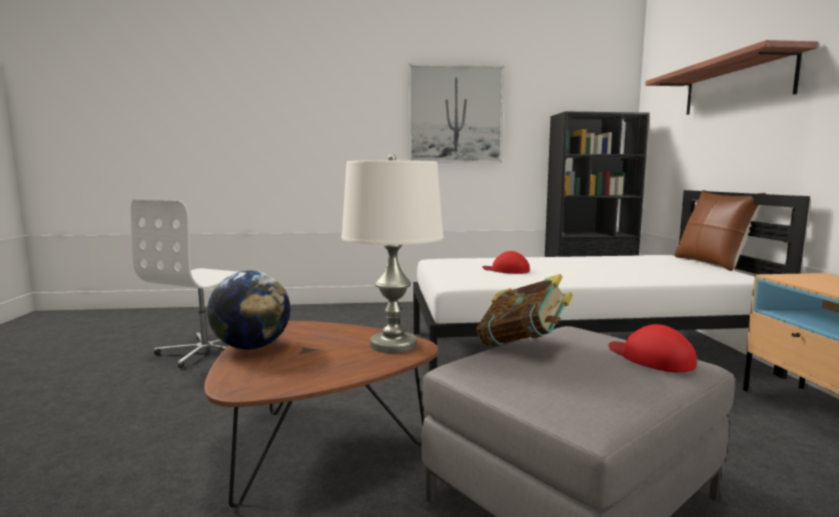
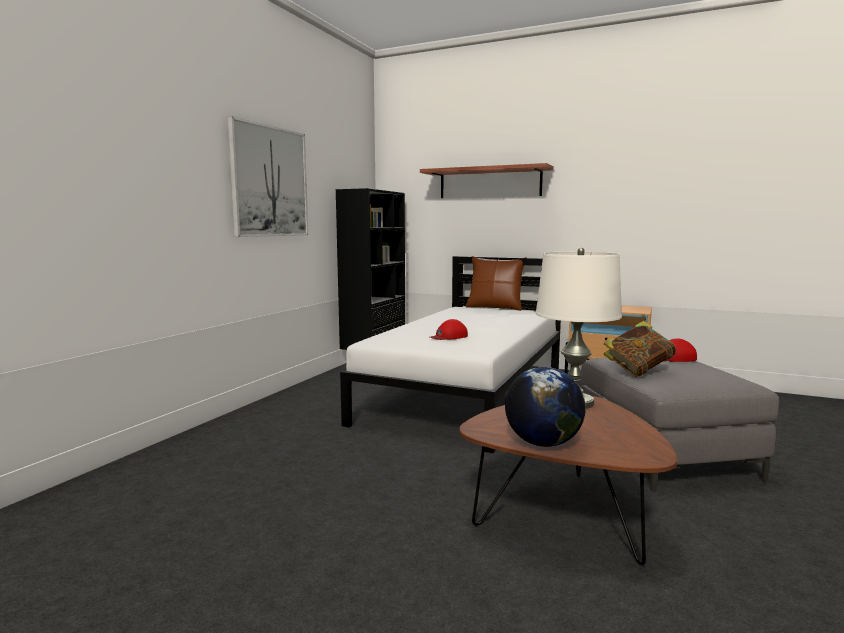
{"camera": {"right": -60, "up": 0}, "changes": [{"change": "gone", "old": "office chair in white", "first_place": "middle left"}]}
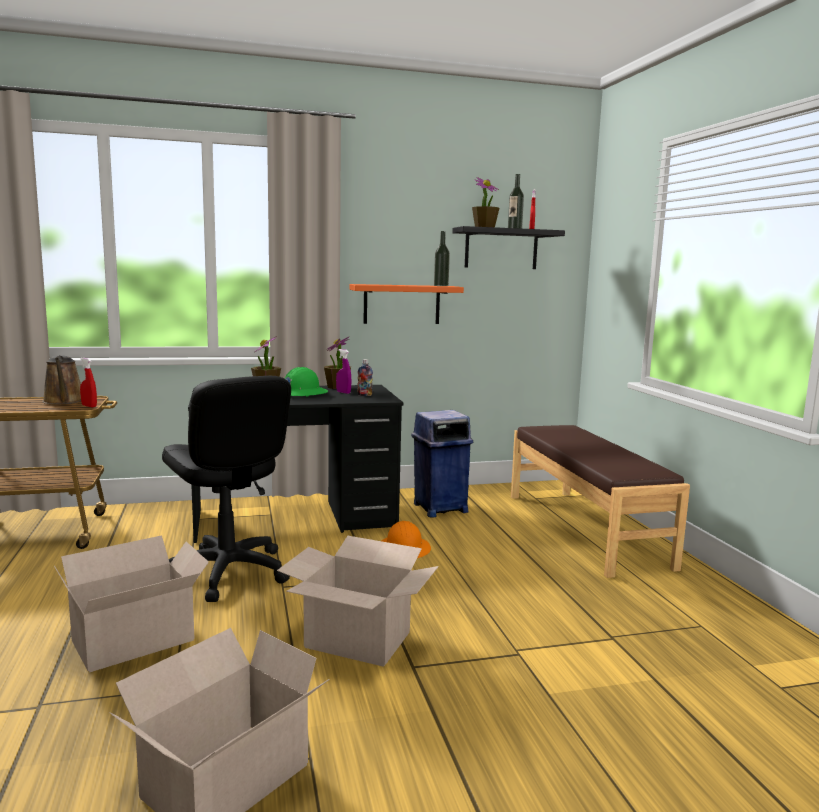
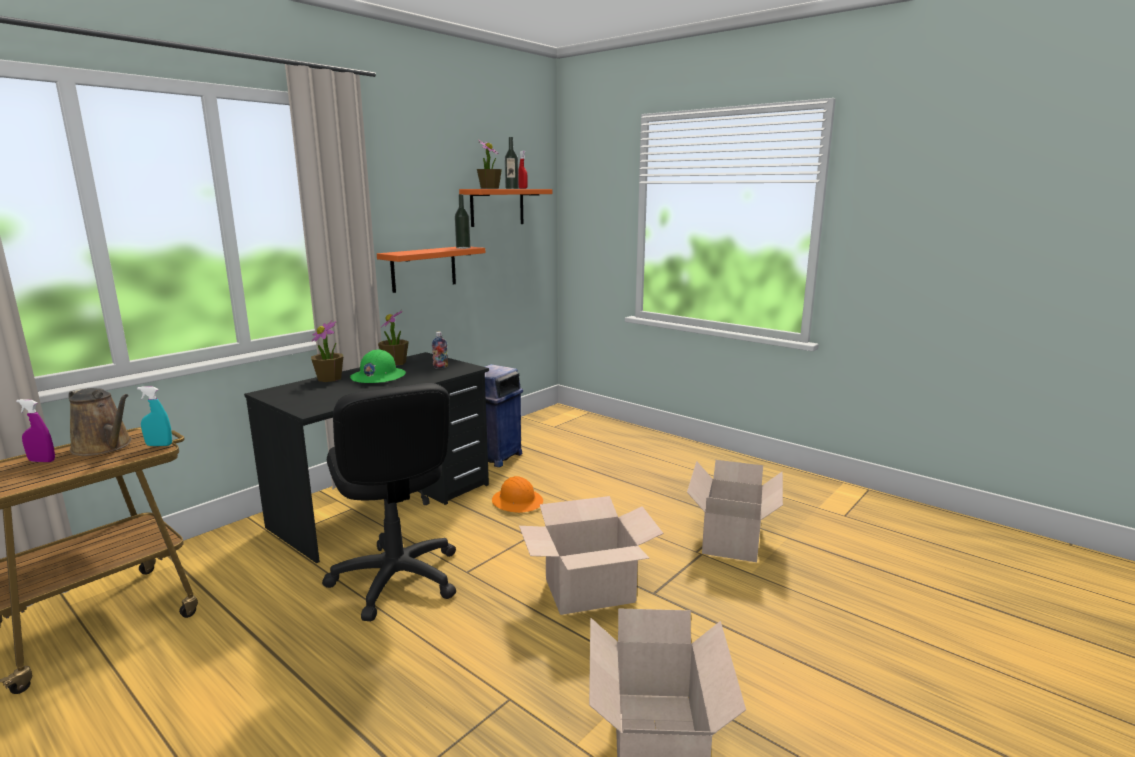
{"camera": {"right": -35, "up": 5}, "changes": [{"change": "shifted", "old": "spray bottle in purple", "first_place": "centre", "second_place": "middle left"}, {"change": "repainted", "old": "spray bottle in red (no. 1 from left)", "new": "spray bottle in turquoise", "first_place": "middle left", "second_place": "middle left"}, {"change": "rotated", "old": "office chair in black", "first_place": "middle left", "second_place": "centre", "degrees": 45}, {"change": "repainted", "old": "shelf in black", "new": "shelf in orange (no. 2 from left)", "first_place": "top centre", "second_place": "top centre"}, {"change": "shifted", "old": "cardboard box (no. 1 from left in the first image)", "new": "cardboard box (no. 3 from left)", "first_place": "bottom left", "second_place": "bottom centre"}, {"change": "gone", "old": "bench in brown", "first_place": "middle right"}]}
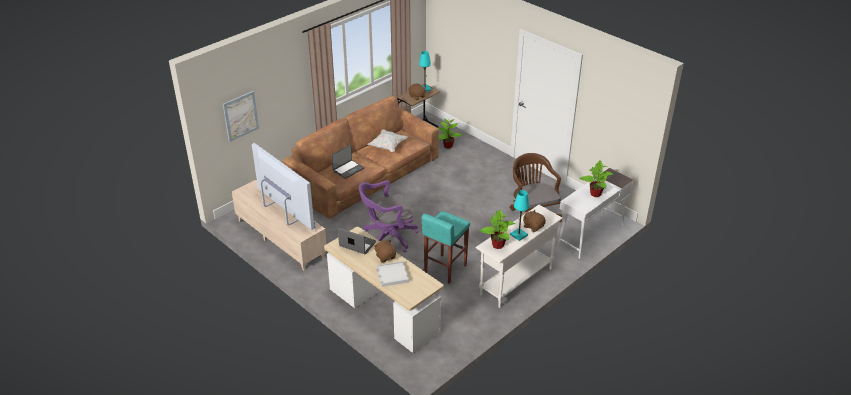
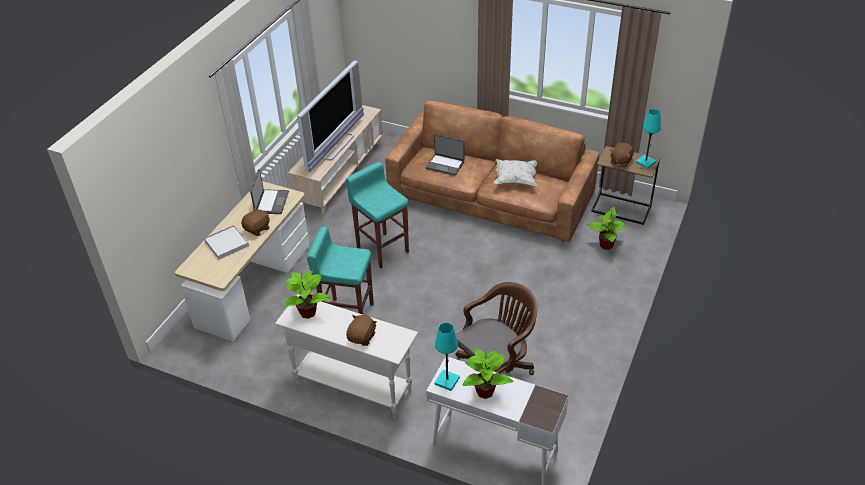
{"camera": {"right": 70, "up": 5}, "changes": [{"change": "swapped", "old": "office chair in purple", "new": "stool in turquoise (no. 2 from left)", "first_place": "centre", "second_place": "centre"}, {"change": "shifted", "old": "table lamp in turquoise (no. 2 from left in the first image)", "new": "table lamp in turquoise (no. 1 from left)", "first_place": "centre", "second_place": "bottom centre"}, {"change": "gone", "old": "picture", "first_place": "top left"}]}
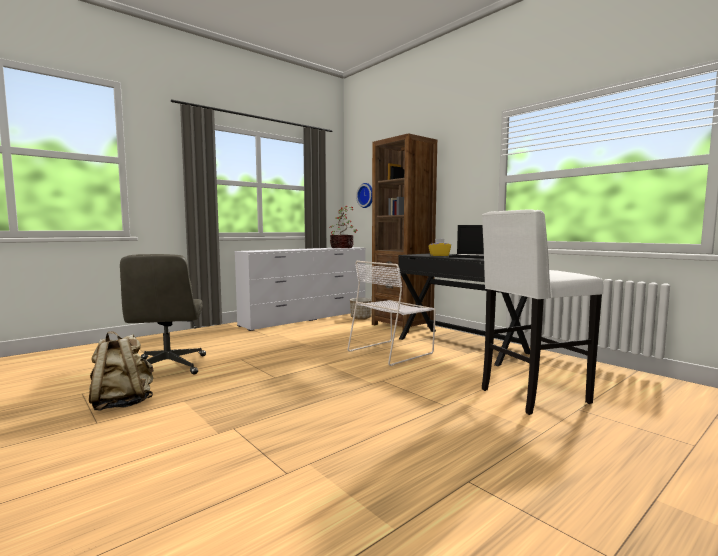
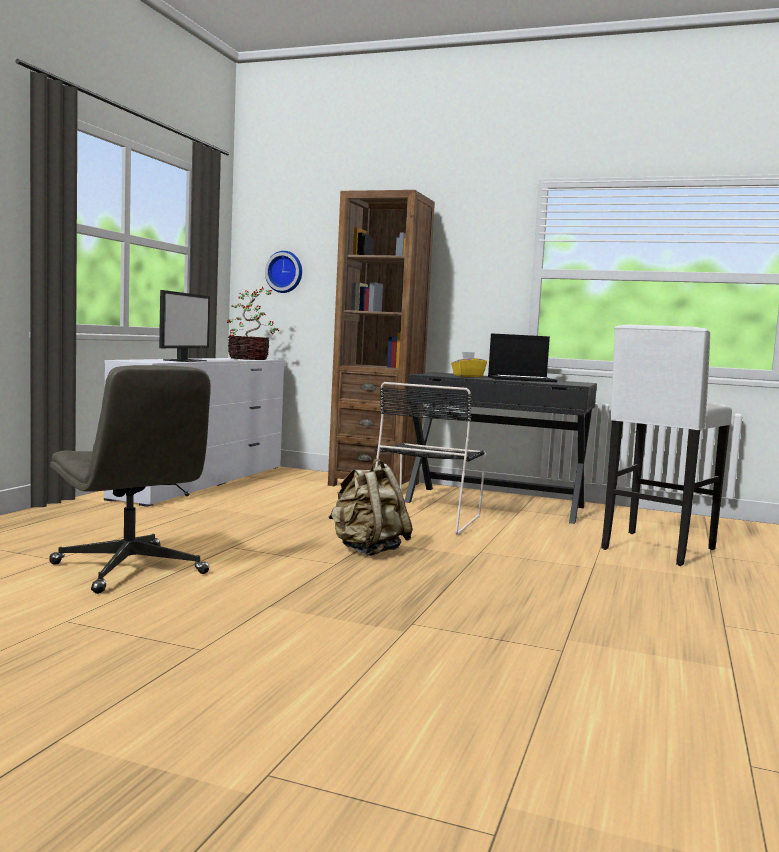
{"camera": {"right": -30, "up": 0}, "changes": [{"change": "new", "new": "monitor", "second_place": "middle left"}, {"change": "shifted", "old": "backpack in beige", "first_place": "bottom left", "second_place": "centre"}, {"change": "repainted", "old": "chair in white", "new": "chair in black", "first_place": "centre", "second_place": "centre"}, {"change": "gone", "old": "planter", "first_place": "centre"}]}
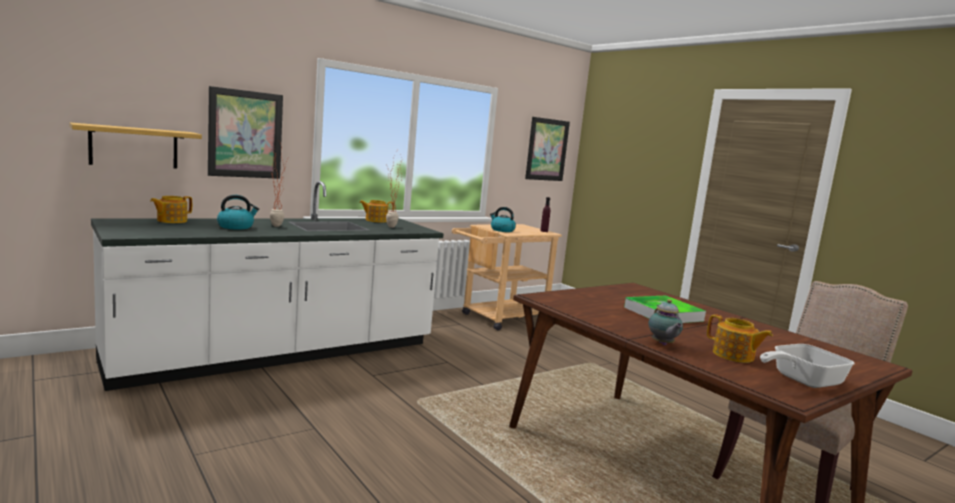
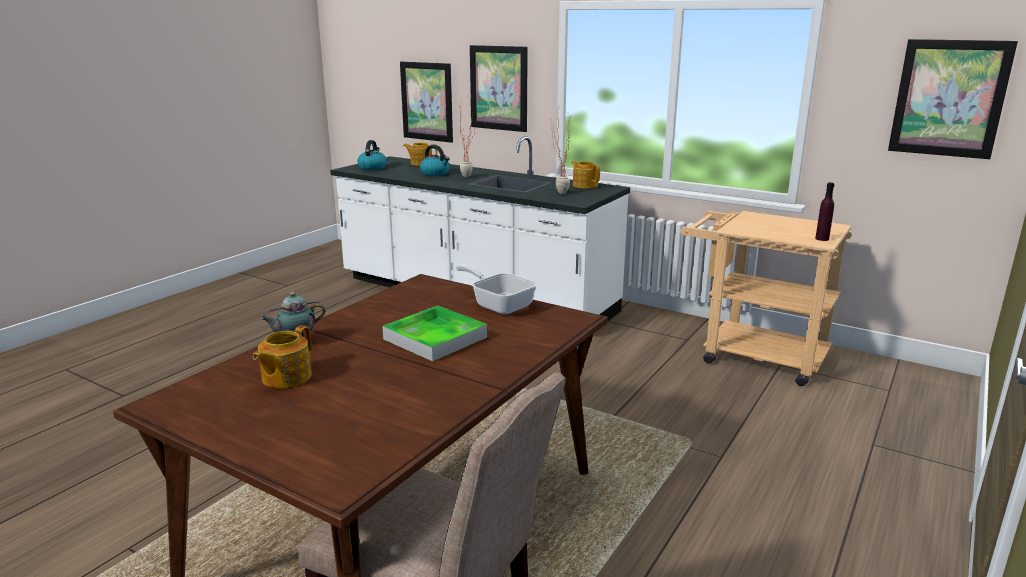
{"camera": {"right": 70, "up": 10}, "changes": [{"change": "shifted", "old": "kettle (no. 2 from left in the first image)", "new": "kettle (no. 1 from left)", "first_place": "centre", "second_place": "top centre"}, {"change": "swapped", "old": "shelf", "new": "picture (no. 1 from left)", "first_place": "top left", "second_place": "top centre"}, {"change": "shifted", "old": "frying pan", "first_place": "bottom right", "second_place": "centre"}]}
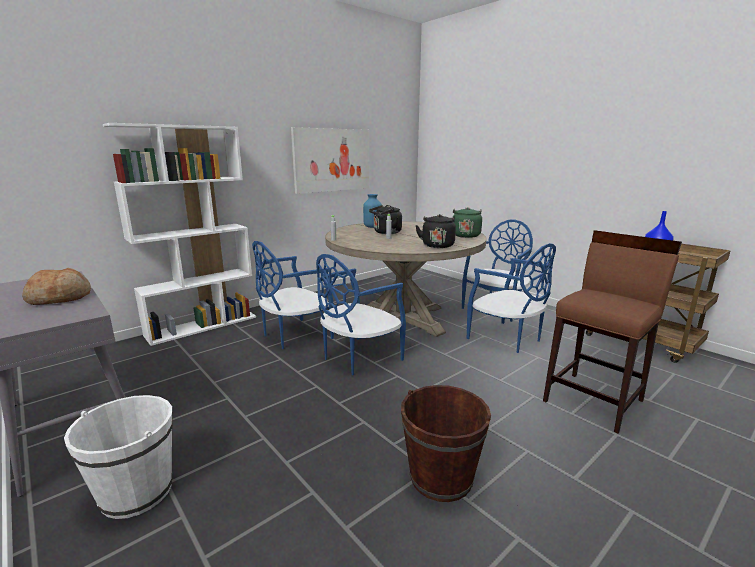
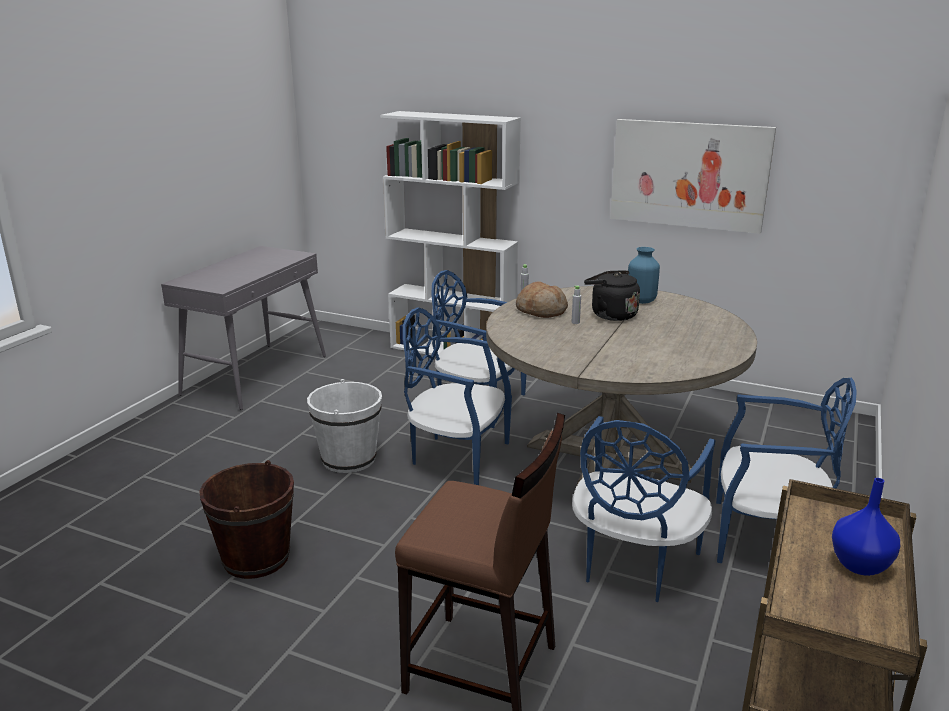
{"camera": {"right": 65, "up": 5}, "changes": [{"change": "shifted", "old": "bucket in white", "first_place": "bottom left", "second_place": "centre"}, {"change": "shifted", "old": "bread", "first_place": "middle left", "second_place": "centre"}, {"change": "gone", "old": "kettle in black (no. 2 from left)", "first_place": "centre"}, {"change": "gone", "old": "kettle in green", "first_place": "centre"}]}
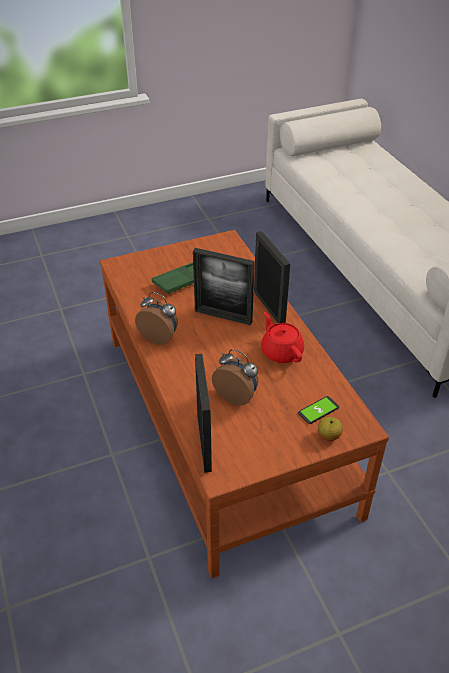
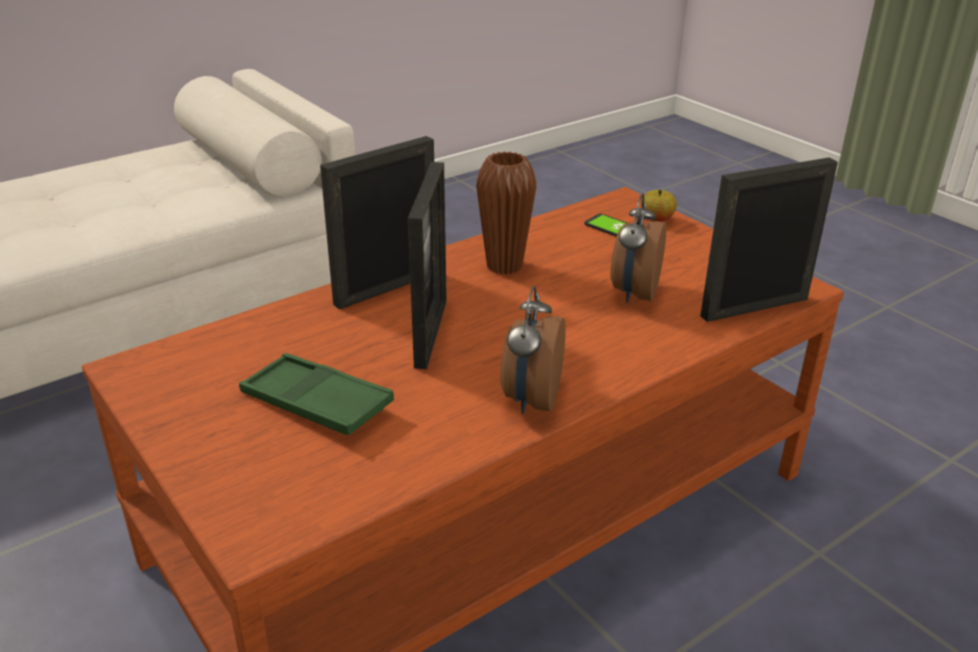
{"camera": {"right": -105, "up": -10}, "changes": [{"change": "swapped", "old": "teapot in red", "new": "vase in brown", "first_place": "centre", "second_place": "top centre"}]}
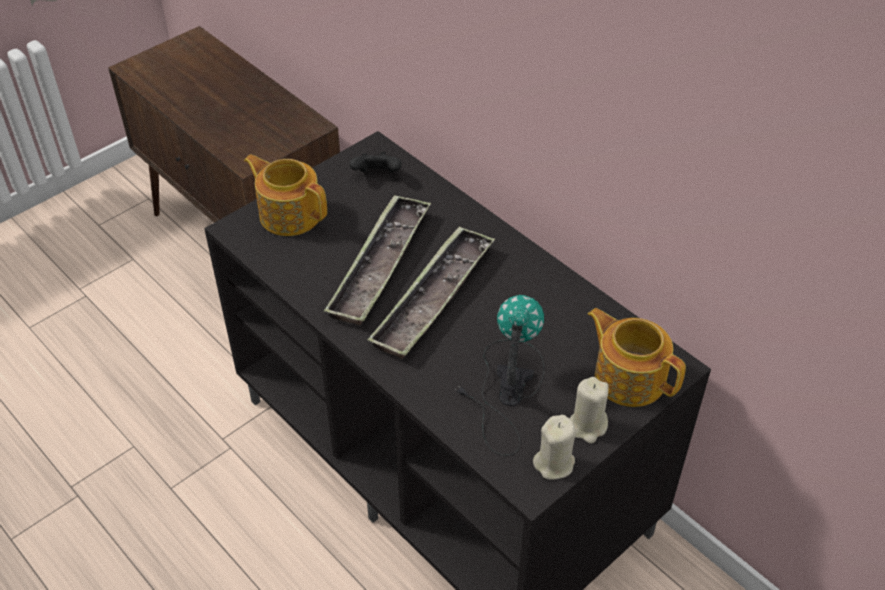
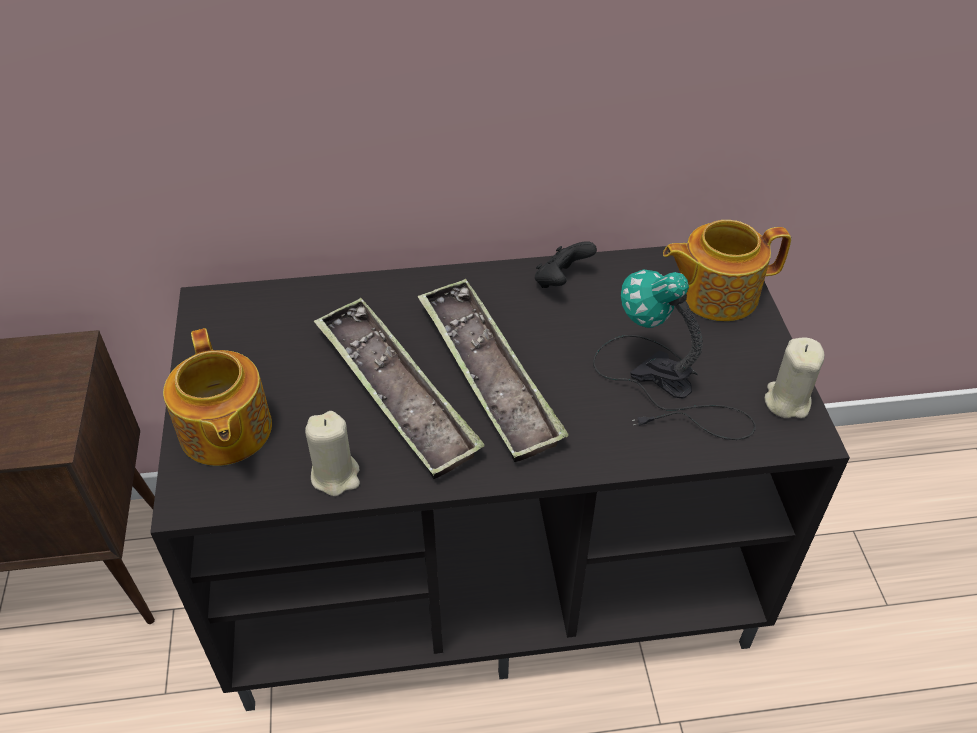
{"camera": {"right": -55, "up": 0}, "changes": [{"change": "rotated", "old": "teapot (no. 1 from left)", "first_place": "top left", "second_place": "middle left", "degrees": -90}, {"change": "shifted", "old": "candle in beige (no. 2 from left in the first image)", "new": "candle in beige (no. 1 from left)", "first_place": "bottom centre", "second_place": "centre"}, {"change": "shifted", "old": "game controller in black", "first_place": "top centre", "second_place": "centre"}]}
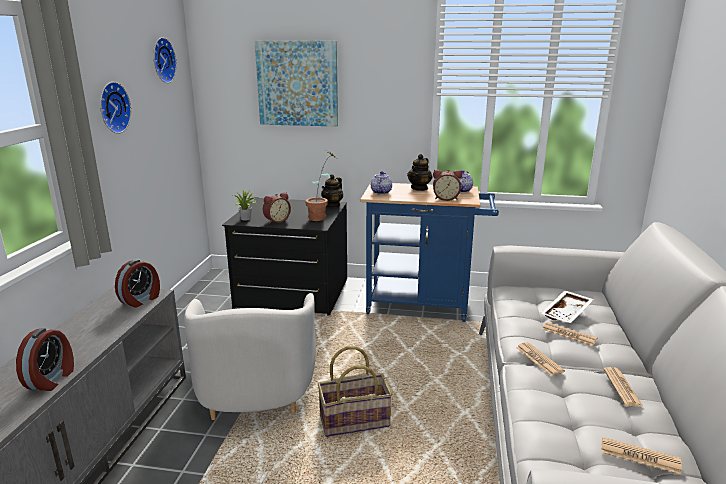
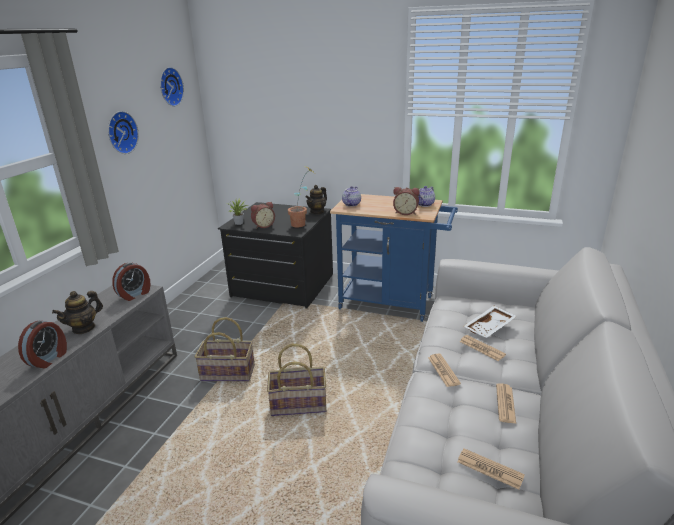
{"camera": {"right": 10, "up": 5}, "changes": [{"change": "shifted", "old": "teapot (no. 3 from left in the first image)", "new": "teapot (no. 1 from left)", "first_place": "centre", "second_place": "middle left"}, {"change": "swapped", "old": "armchair in white", "new": "basket (no. 1 from left)", "first_place": "bottom centre", "second_place": "centre"}, {"change": "gone", "old": "picture", "first_place": "top centre"}]}
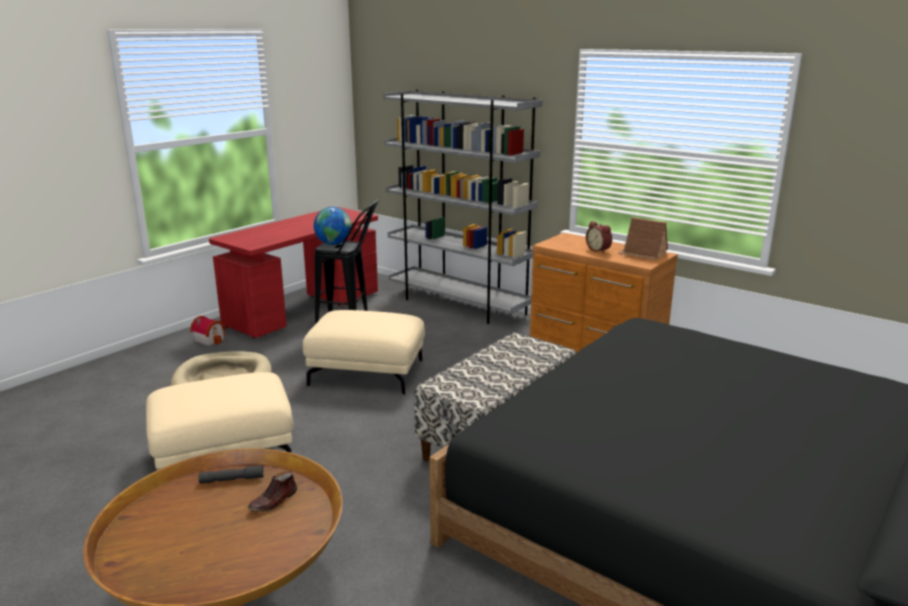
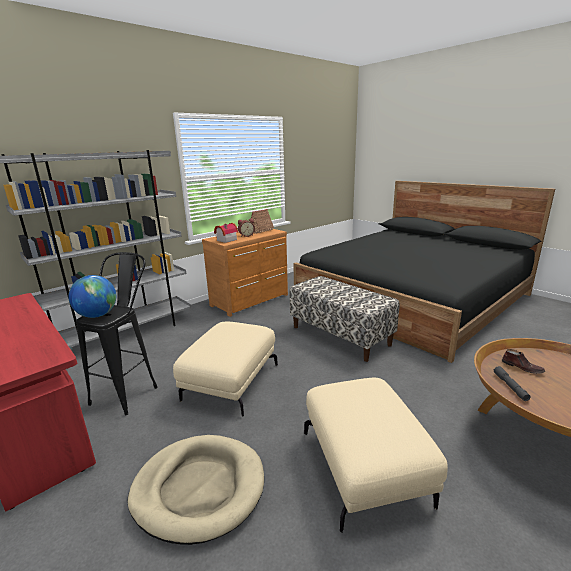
{"camera": {"right": -80, "up": 0}, "changes": [{"change": "shifted", "old": "toy house (no. 1 from left)", "first_place": "middle left", "second_place": "centre"}]}
